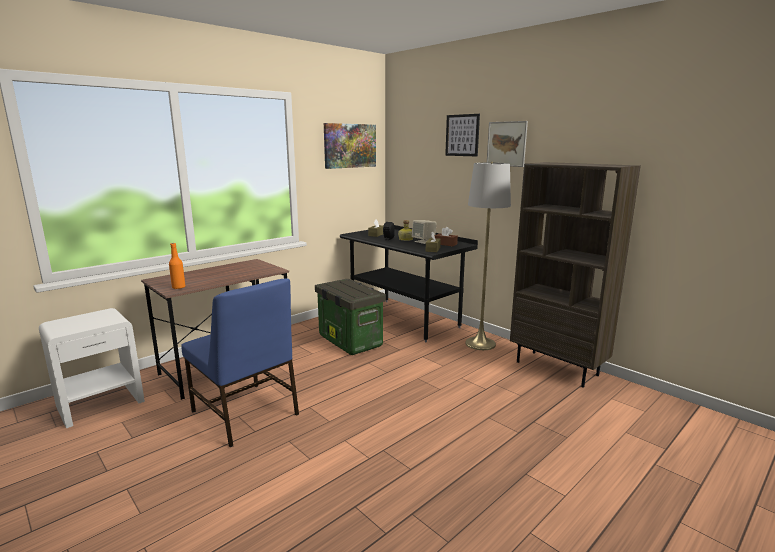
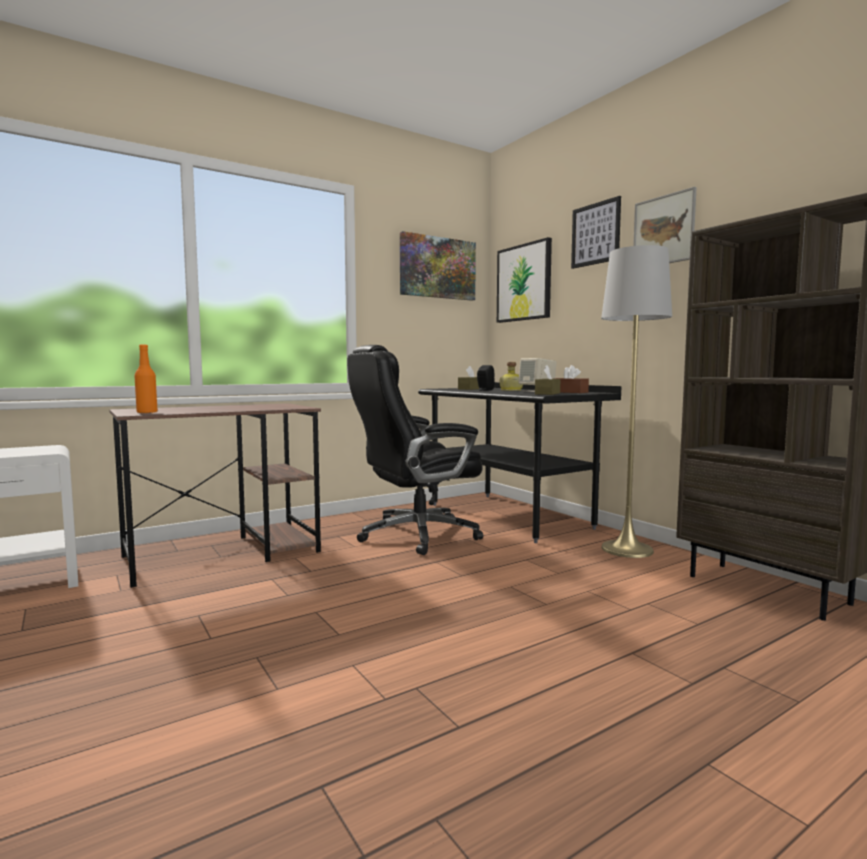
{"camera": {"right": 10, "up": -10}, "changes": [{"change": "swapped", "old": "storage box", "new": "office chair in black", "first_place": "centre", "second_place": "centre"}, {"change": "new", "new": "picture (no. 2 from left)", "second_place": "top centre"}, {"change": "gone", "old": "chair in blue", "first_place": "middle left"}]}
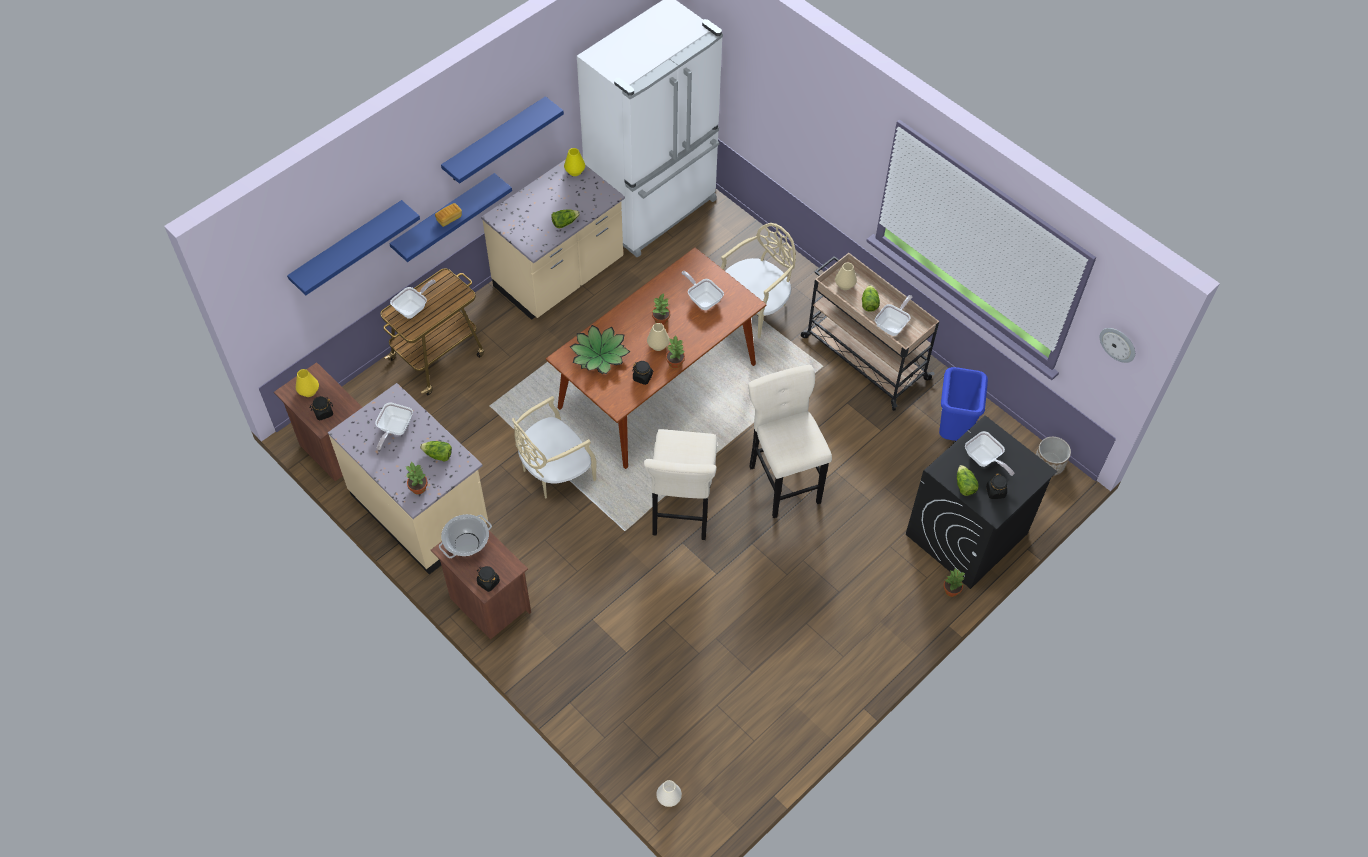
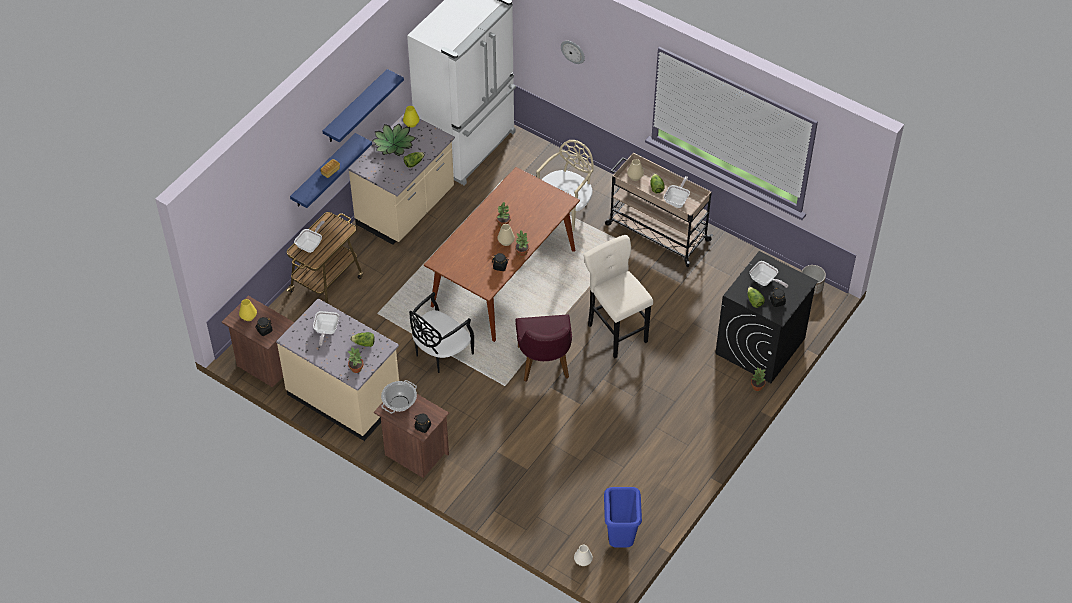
{"camera": {"right": -10, "up": -5}, "changes": [{"change": "shifted", "old": "potted plant (no. 2 from left)", "first_place": "centre", "second_place": "top centre"}, {"change": "repainted", "old": "chair in beige (no. 1 from left)", "new": "chair in black", "first_place": "centre", "second_place": "centre"}, {"change": "swapped", "old": "stool in beige (no. 1 from left)", "new": "chair in purple", "first_place": "centre", "second_place": "centre"}, {"change": "shifted", "old": "wall clock", "first_place": "middle right", "second_place": "top centre"}, {"change": "shifted", "old": "trash can in blue", "first_place": "middle right", "second_place": "bottom centre"}, {"change": "gone", "old": "shelf in blue (no. 1 from left)", "first_place": "top left"}, {"change": "gone", "old": "frying pan (no. 3 from left)", "first_place": "centre"}]}
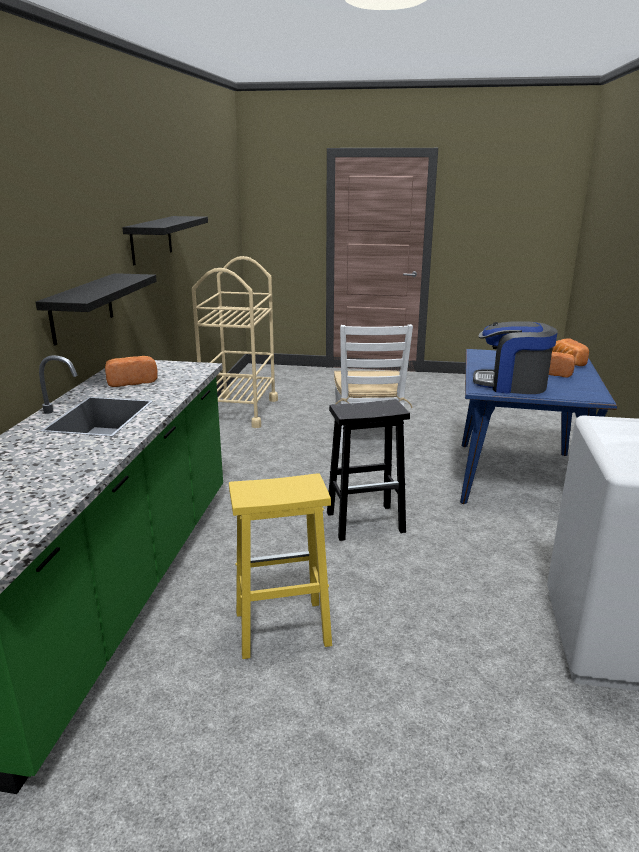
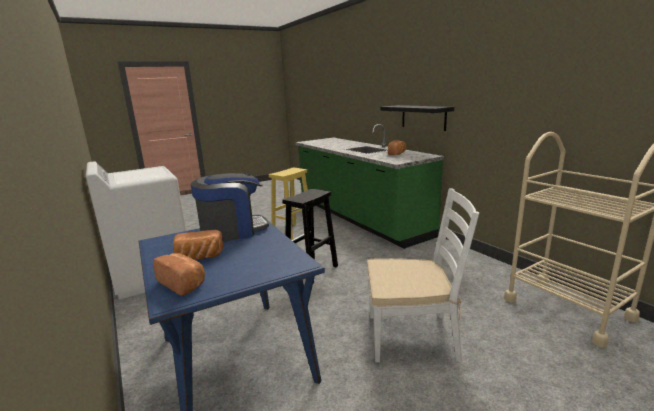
{"camera": {"right": 140, "up": -5}, "changes": [{"change": "rotated", "old": "chair in white", "first_place": "centre", "second_place": "bottom centre", "degrees": 135}, {"change": "gone", "old": "shelf in black (no. 2 from left)", "first_place": "top left"}]}
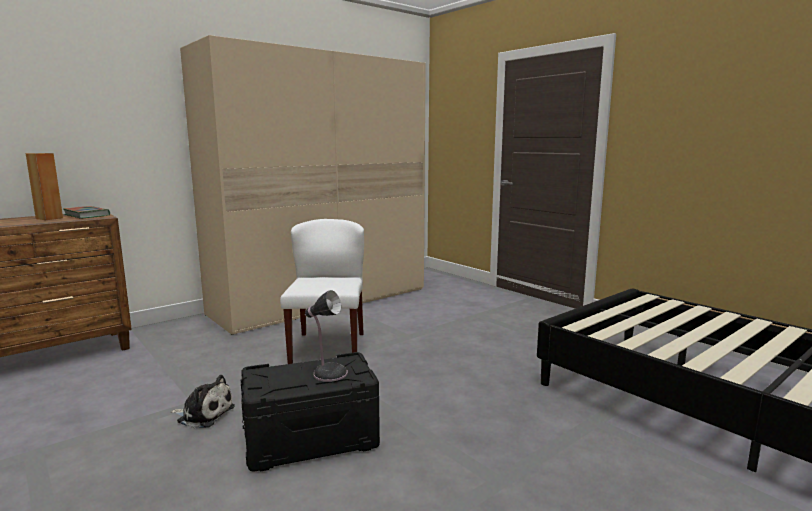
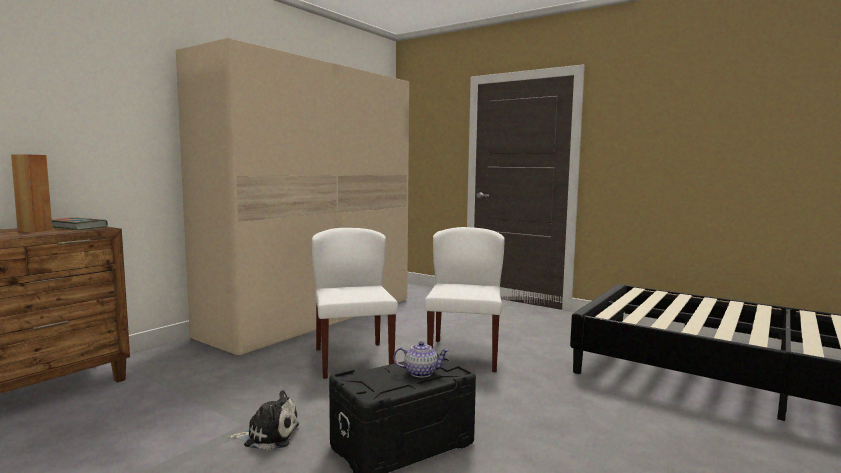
{"camera": {"right": -15, "up": -5}, "changes": [{"change": "swapped", "old": "table lamp", "new": "teapot", "first_place": "centre", "second_place": "bottom centre"}, {"change": "new", "new": "chair in white (no. 2 from left)", "second_place": "centre"}]}
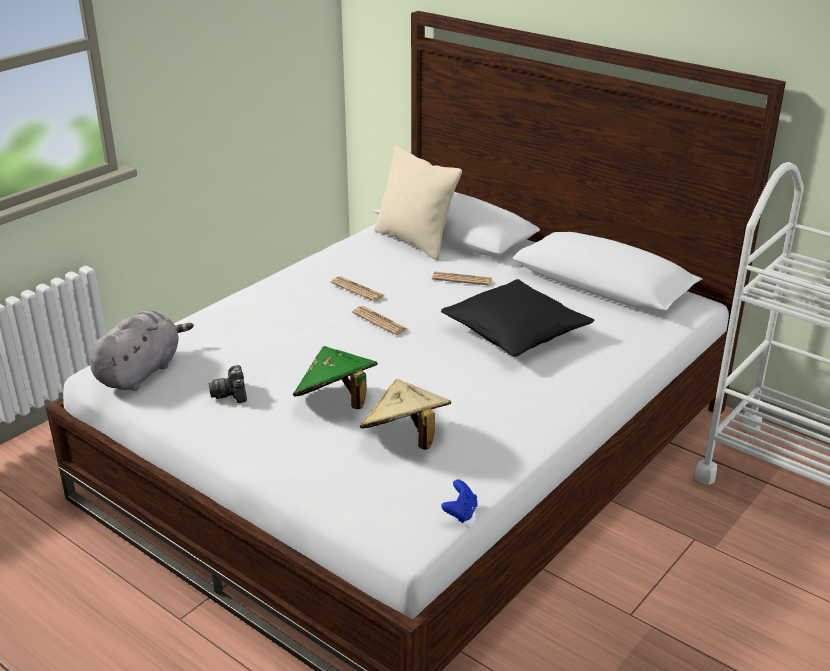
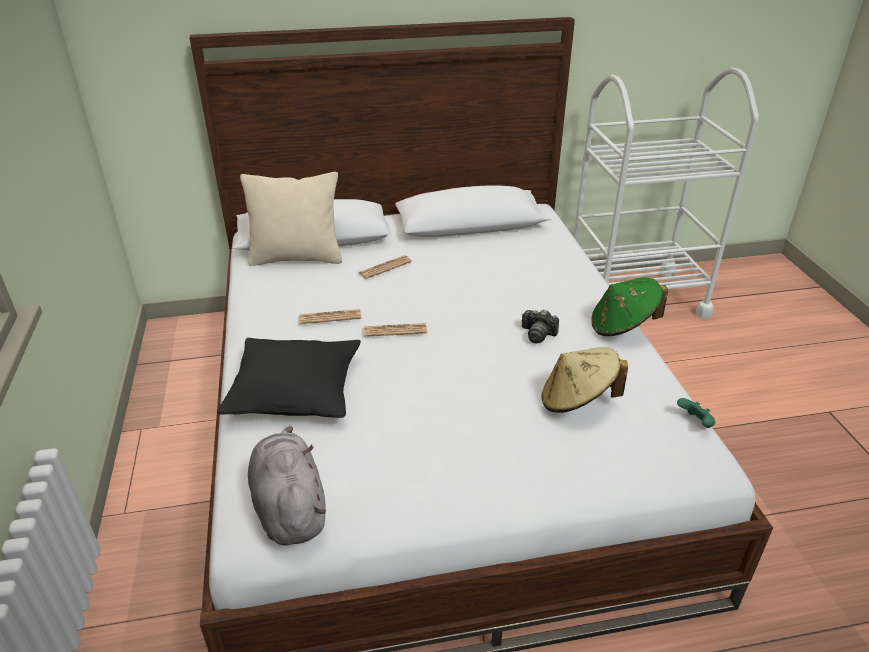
{"camera": {"right": -50, "up": 5}, "changes": [{"change": "shifted", "old": "pillow in black", "first_place": "centre", "second_place": "middle left"}, {"change": "shifted", "old": "photo camera", "first_place": "middle left", "second_place": "centre"}, {"change": "shifted", "old": "hat in green", "first_place": "centre", "second_place": "middle right"}, {"change": "repainted", "old": "game controller in blue", "new": "game controller in green", "first_place": "bottom centre", "second_place": "middle right"}]}
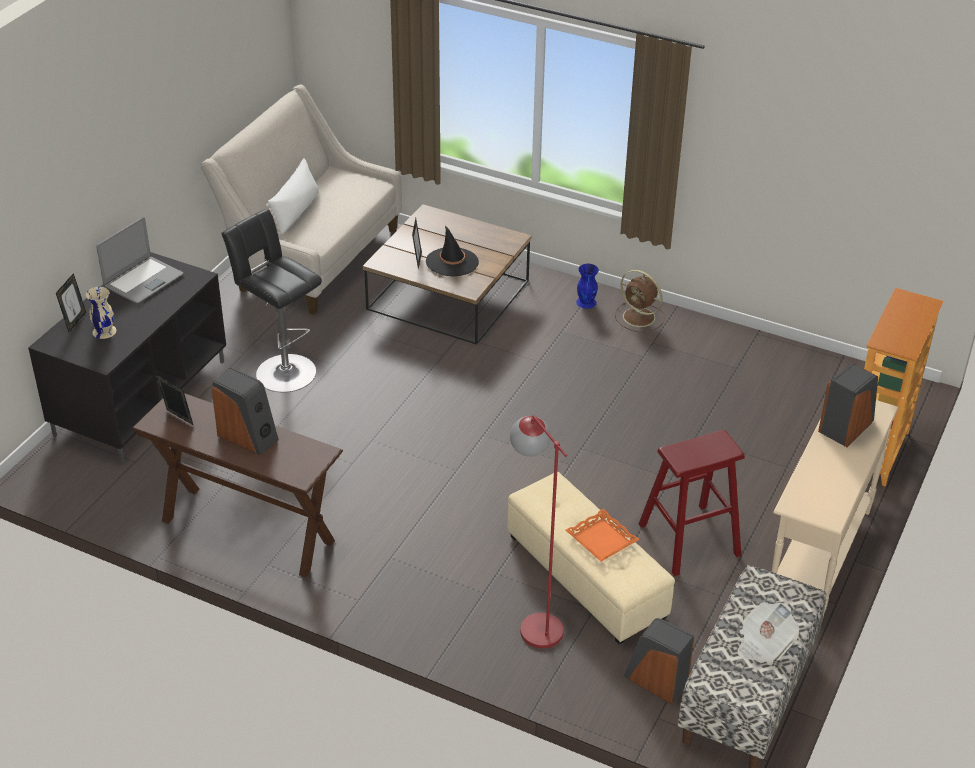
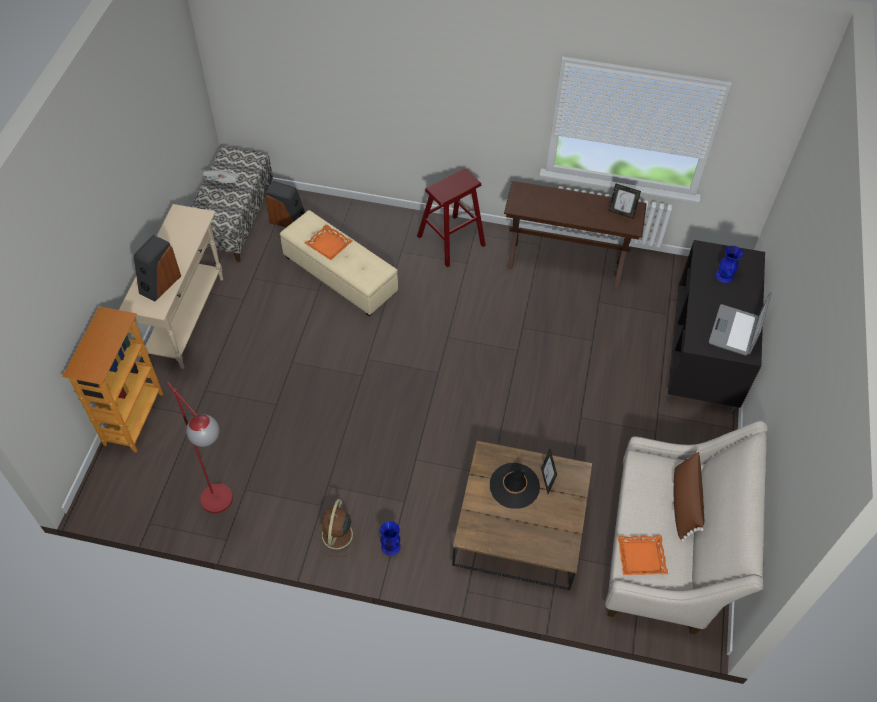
{"camera": {"right": 165, "up": 15}, "changes": [{"change": "shifted", "old": "floor lamp in red", "first_place": "bottom centre", "second_place": "middle left"}, {"change": "rotated", "old": "fan in brown", "first_place": "centre", "second_place": "bottom centre", "degrees": -105}, {"change": "shifted", "old": "stool in red", "first_place": "middle right", "second_place": "top centre"}, {"change": "new", "new": "tray in orange (no. 2 from left)", "second_place": "bottom right"}, {"change": "repainted", "old": "pillow in white", "new": "pillow in brown", "first_place": "top left", "second_place": "bottom right"}, {"change": "repainted", "old": "vase in beige", "new": "vase in blue (no. 2 from left)", "first_place": "middle left", "second_place": "middle right"}, {"change": "gone", "old": "picture frame (no. 1 from left)", "first_place": "middle left"}, {"change": "gone", "old": "speaker (no. 1 from left)", "first_place": "middle left"}, {"change": "gone", "old": "stool in black", "first_place": "middle left"}]}
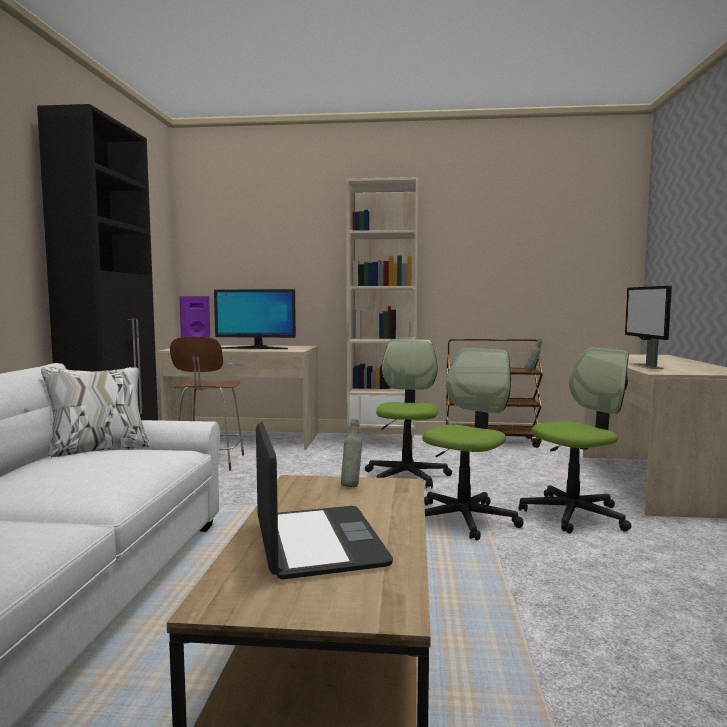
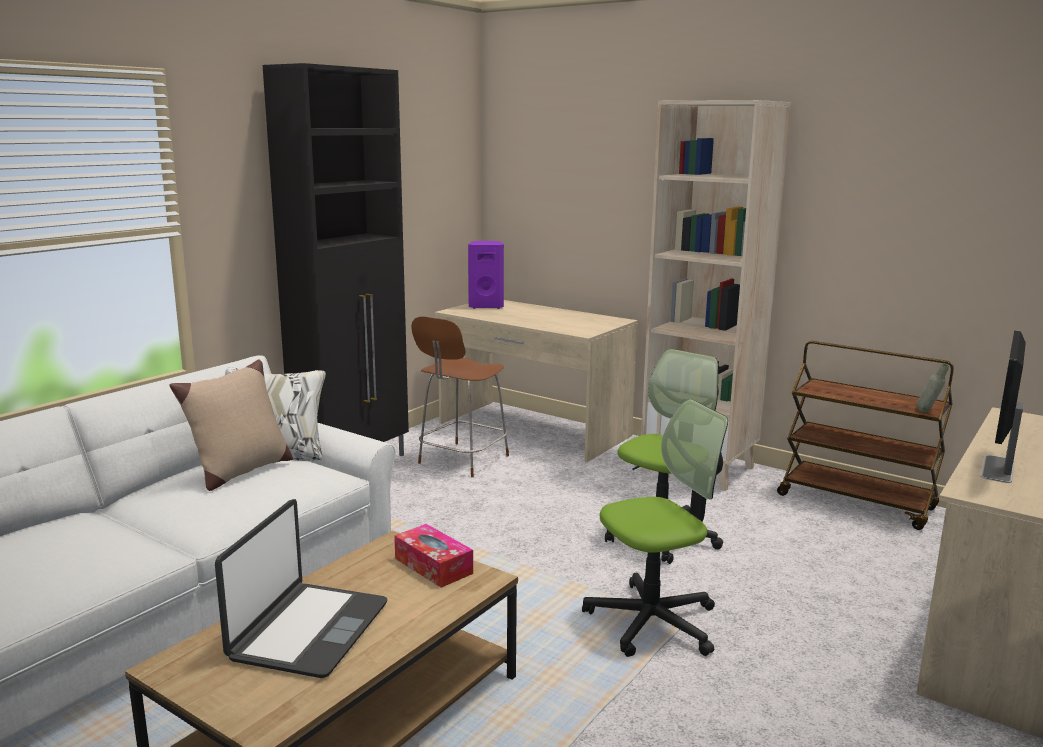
{"camera": {"right": 30, "up": 10}, "changes": [{"change": "new", "new": "pillow in beige", "second_place": "middle left"}, {"change": "swapped", "old": "bottle in grey (no. 1 from left)", "new": "tissue box", "first_place": "centre", "second_place": "bottom centre"}, {"change": "gone", "old": "monitor (no. 1 from left)", "first_place": "centre"}, {"change": "gone", "old": "office chair (no. 3 from left)", "first_place": "middle right"}]}
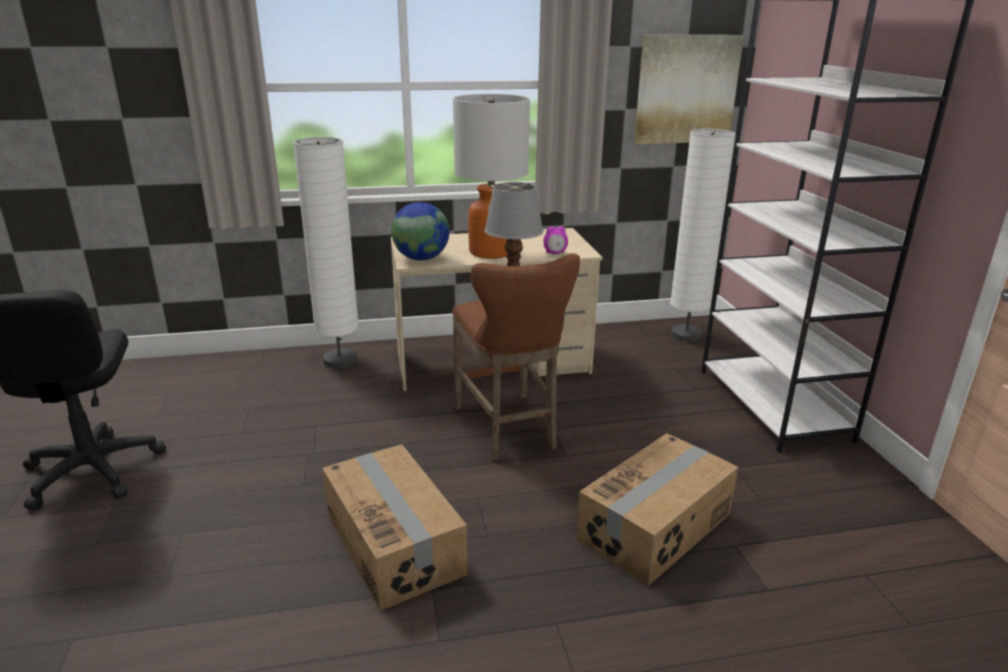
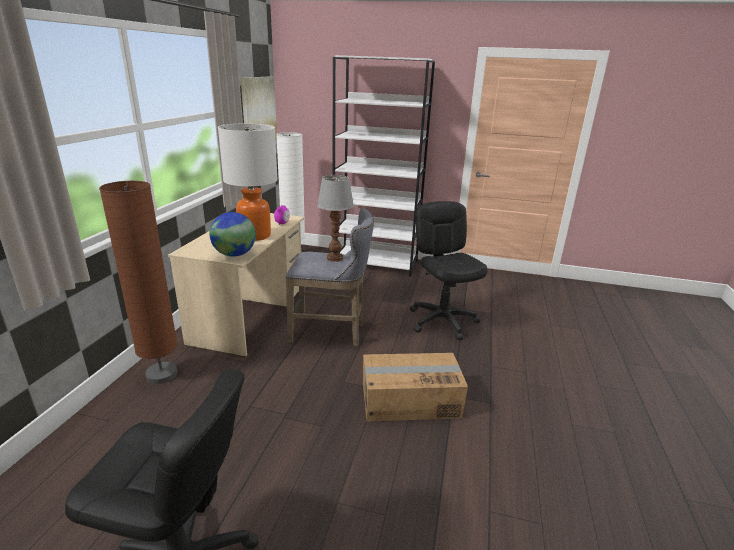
{"camera": {"right": -65, "up": 0}, "changes": [{"change": "repainted", "old": "floor lamp in white (no. 1 from left)", "new": "floor lamp in brown", "first_place": "middle left", "second_place": "middle left"}, {"change": "repainted", "old": "stool in brown", "new": "stool in grey", "first_place": "centre", "second_place": "centre"}, {"change": "swapped", "old": "cardboard box (no. 2 from left)", "new": "office chair in black (no. 2 from left)", "first_place": "bottom centre", "second_place": "centre"}]}
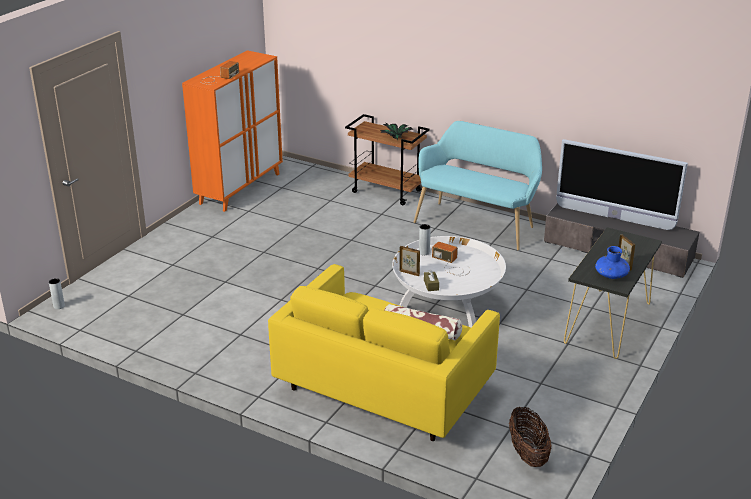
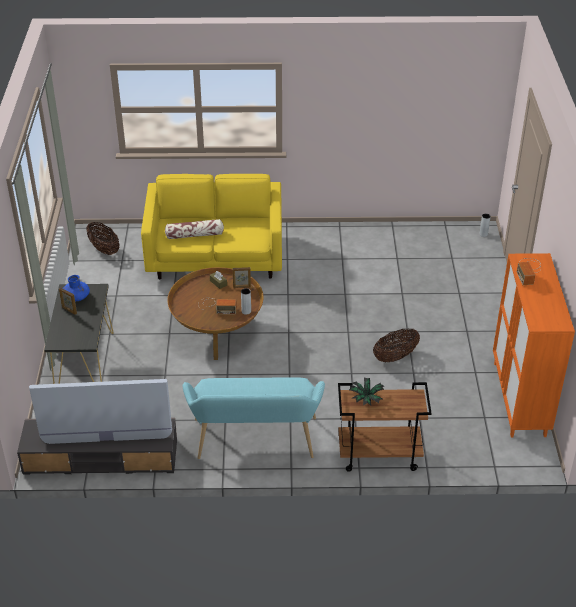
{"camera": {"right": 150, "up": 10}, "changes": [{"change": "repainted", "old": "coffee table in white", "new": "coffee table in brown", "first_place": "centre", "second_place": "centre"}, {"change": "new", "new": "basket (no. 2 from left)", "second_place": "middle right"}]}
